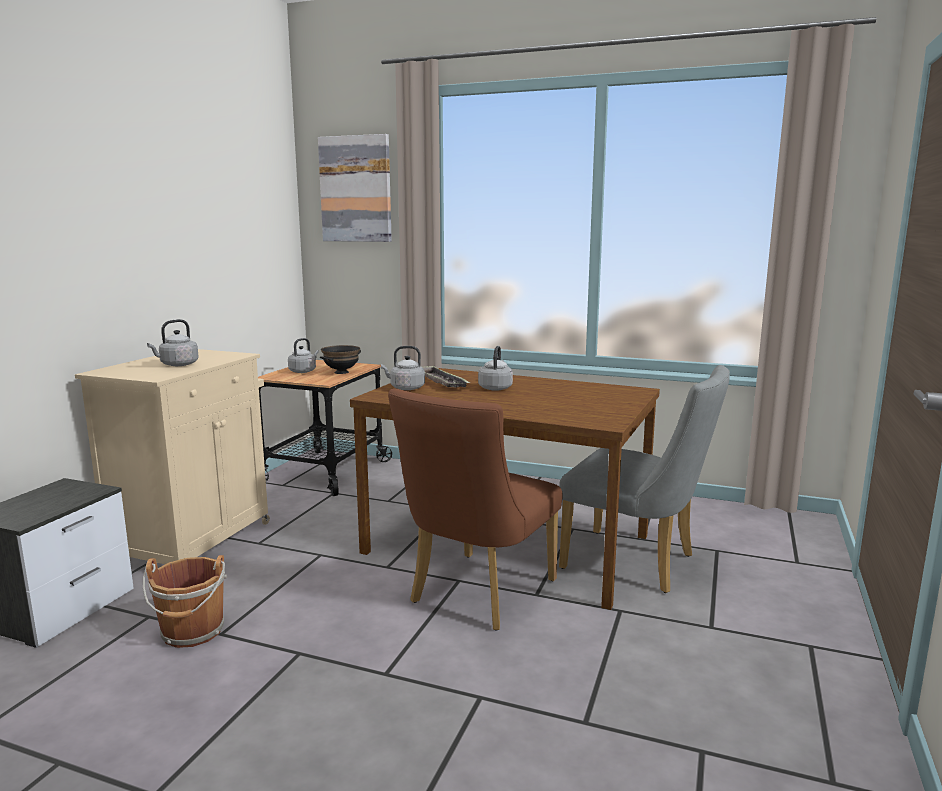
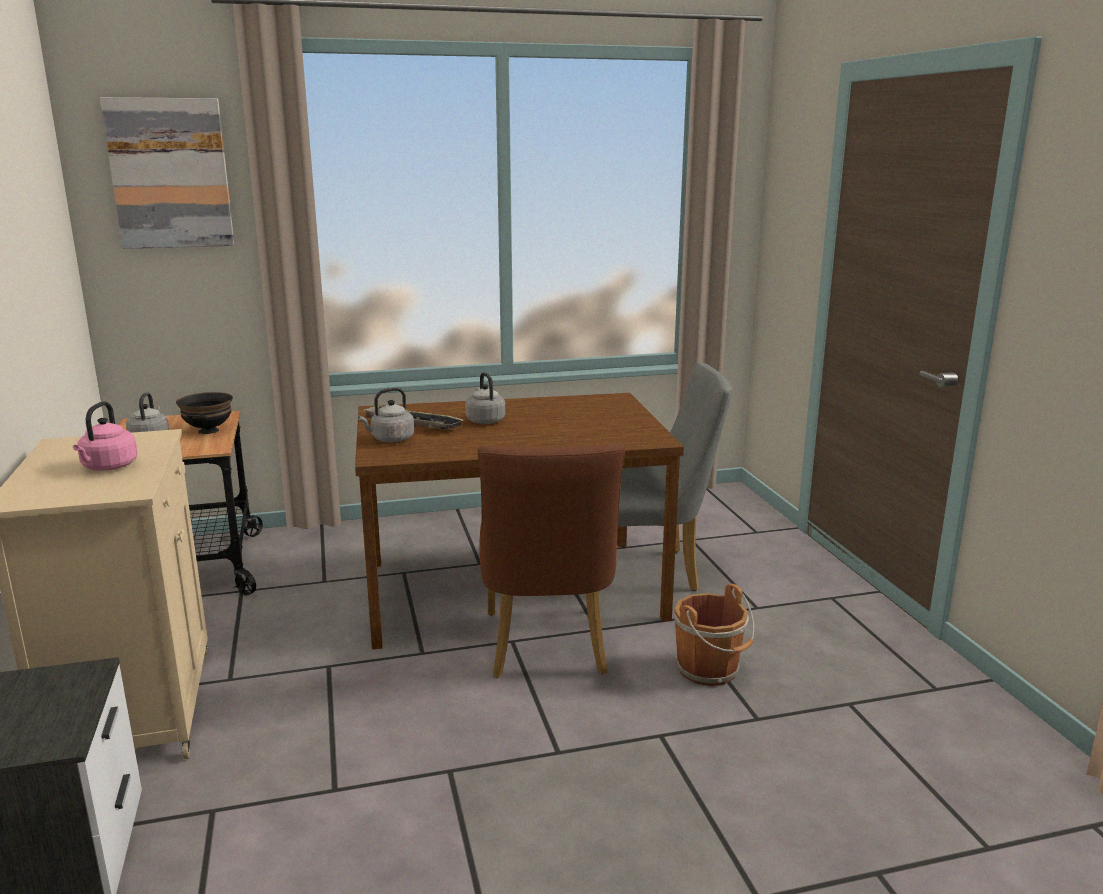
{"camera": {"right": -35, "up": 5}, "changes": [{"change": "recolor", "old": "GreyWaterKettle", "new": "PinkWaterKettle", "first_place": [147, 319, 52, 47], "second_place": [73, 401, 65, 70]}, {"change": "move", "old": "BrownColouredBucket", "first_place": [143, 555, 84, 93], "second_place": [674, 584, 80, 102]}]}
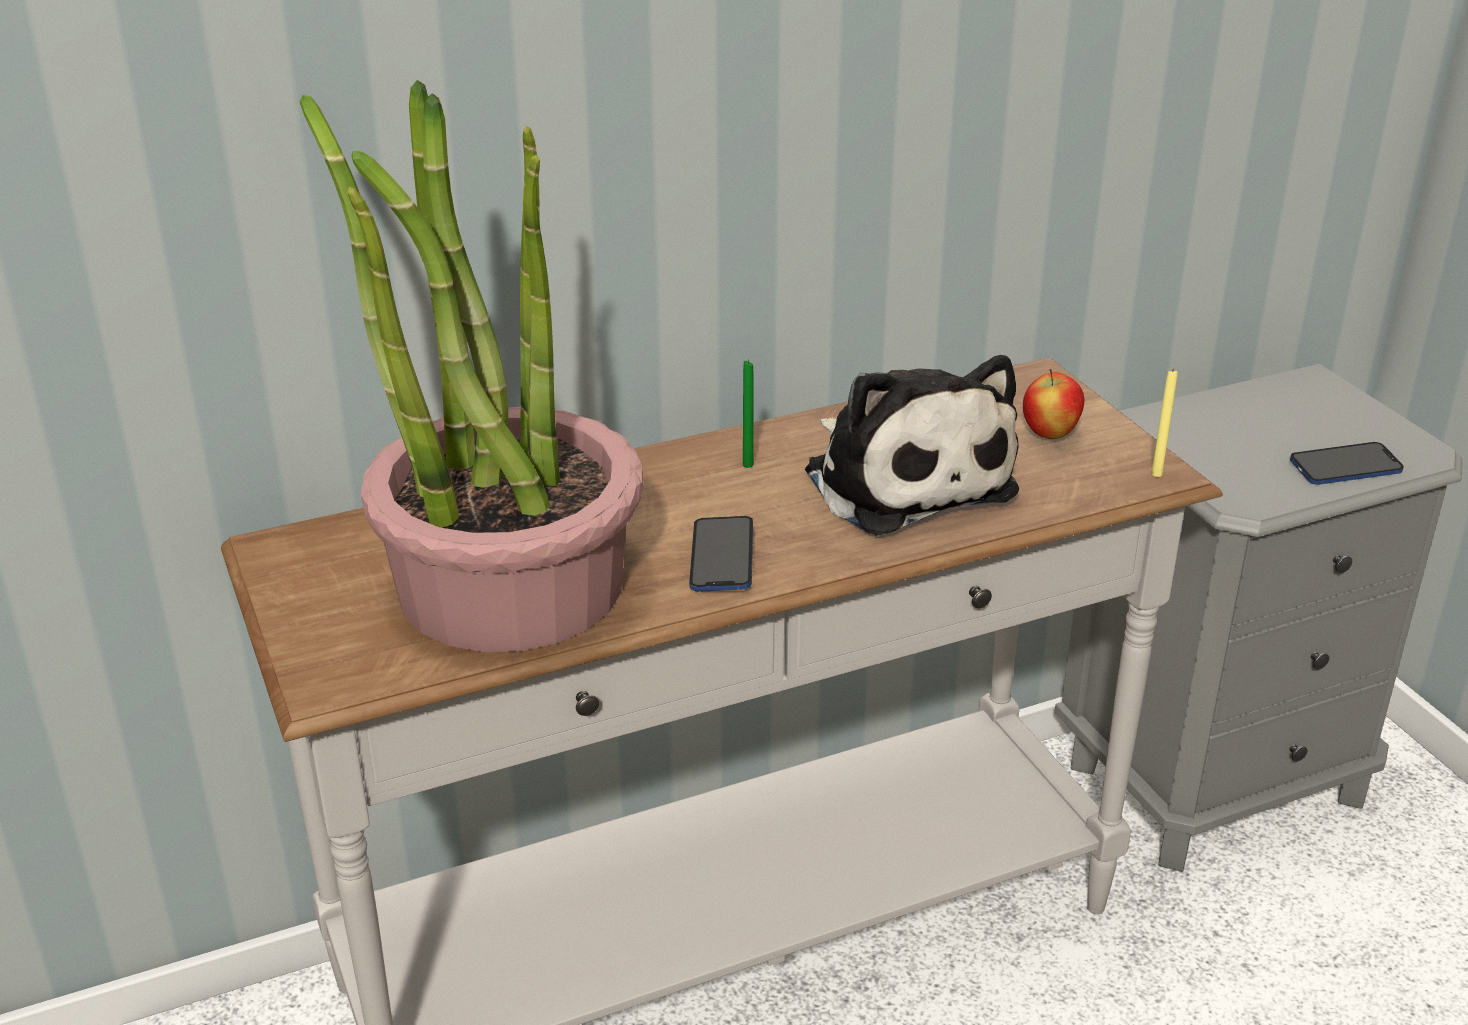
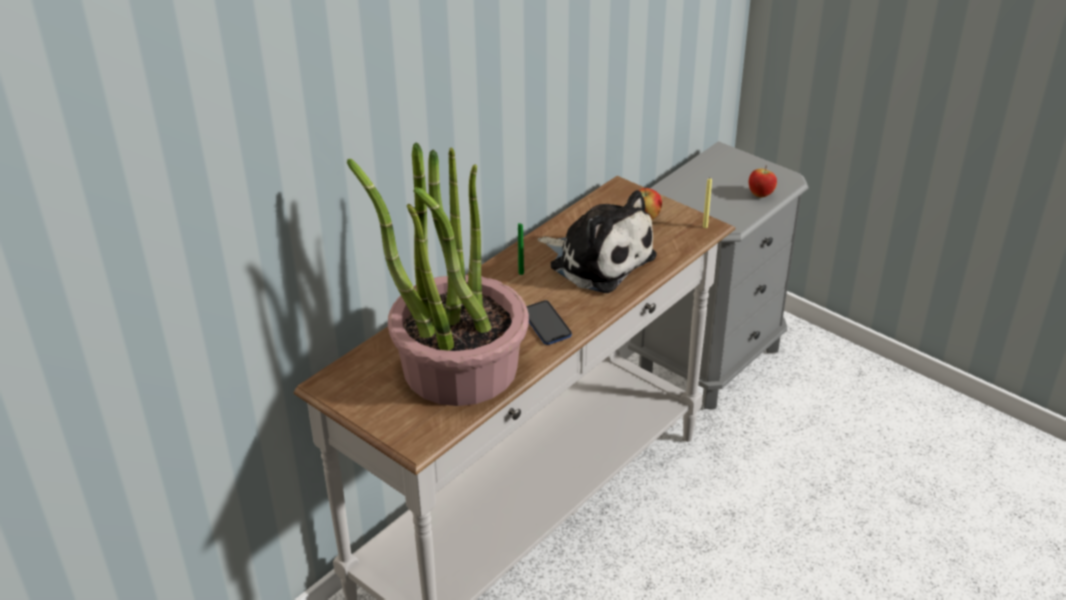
{"camera": {"right": -25, "up": 5}, "changes": [{"change": "replace", "old": "Phone", "new": "WholeApple", "first_place": [1290, 442, 114, 43], "second_place": [749, 165, 28, 32]}]}
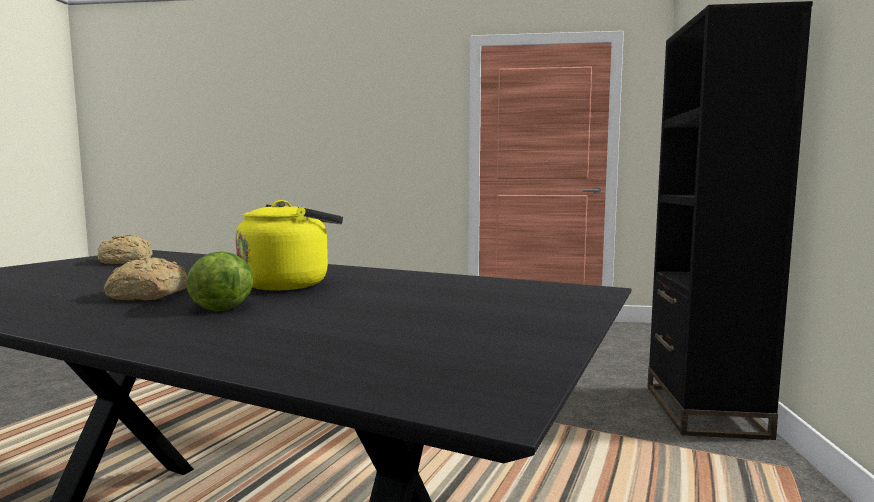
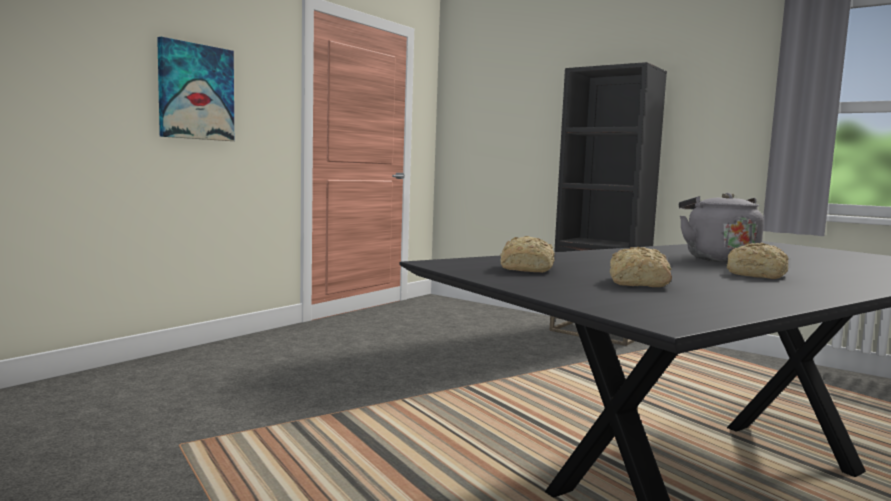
{"camera": {"right": -60, "up": 0}, "changes": [{"change": "recolor", "old": "YellowWaterKettle", "new": "GreyWaterKettle", "first_place": [236, 200, 107, 91], "second_place": [679, 193, 85, 69]}, {"change": "delete", "old": "Lettuce", "first_place": [186, 251, 67, 60]}, {"change": "insert", "new": "Picture", "second_place": [157, 37, 77, 104]}, {"change": "insert", "new": "BakeryBread", "second_place": [610, 247, 62, 40]}]}
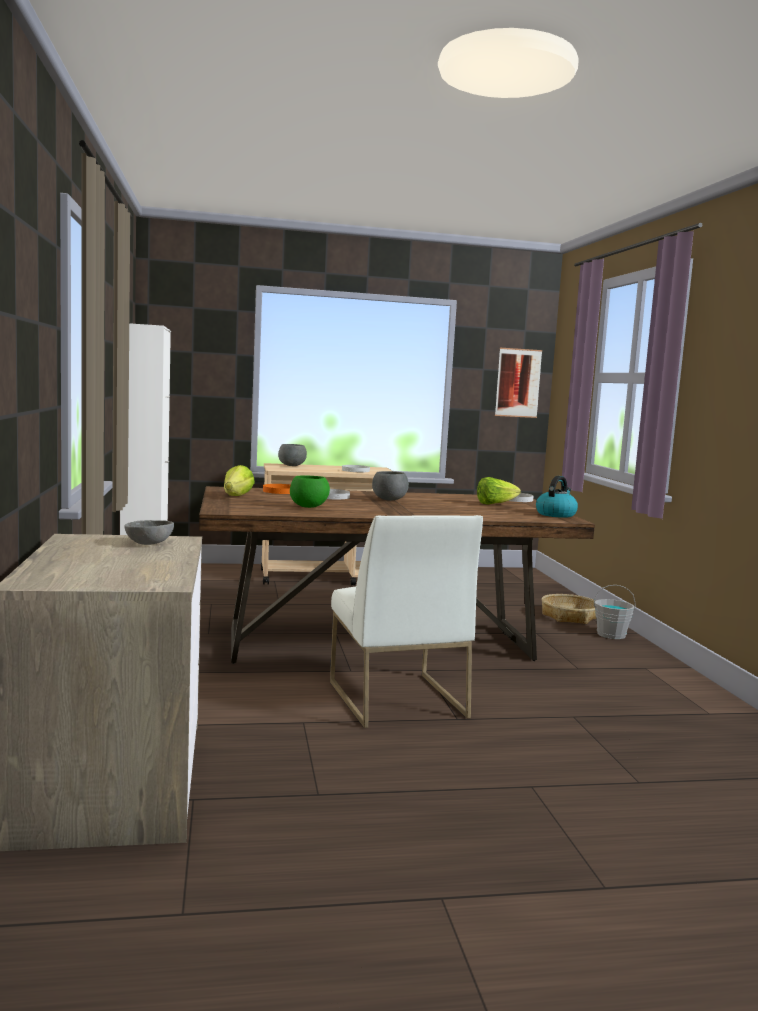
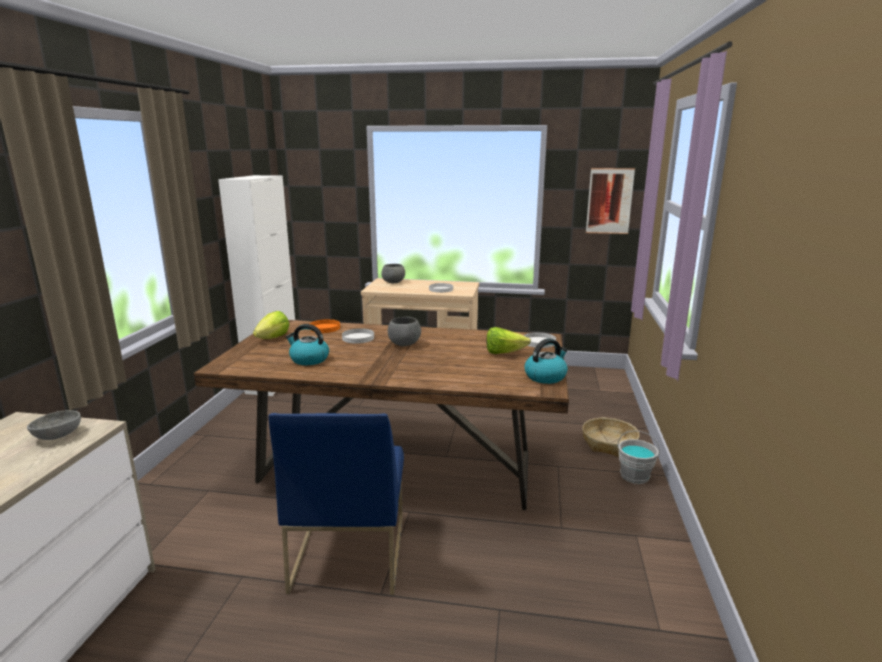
{"camera": {"right": 20, "up": 10}, "changes": [{"change": "replace", "old": "GreenBowl", "new": "WaterKettle", "first_place": [290, 475, 40, 33], "second_place": [286, 324, 43, 41]}, {"change": "recolor", "old": "WhiteChair", "new": "BluishChair", "first_place": [330, 515, 153, 213], "second_place": [268, 413, 136, 182]}]}
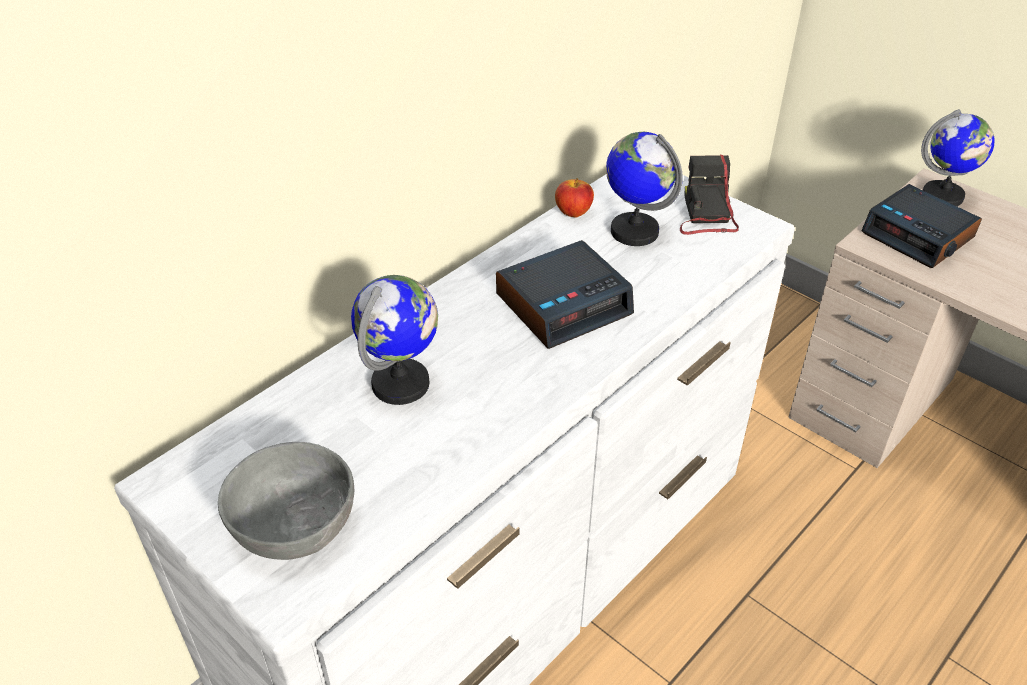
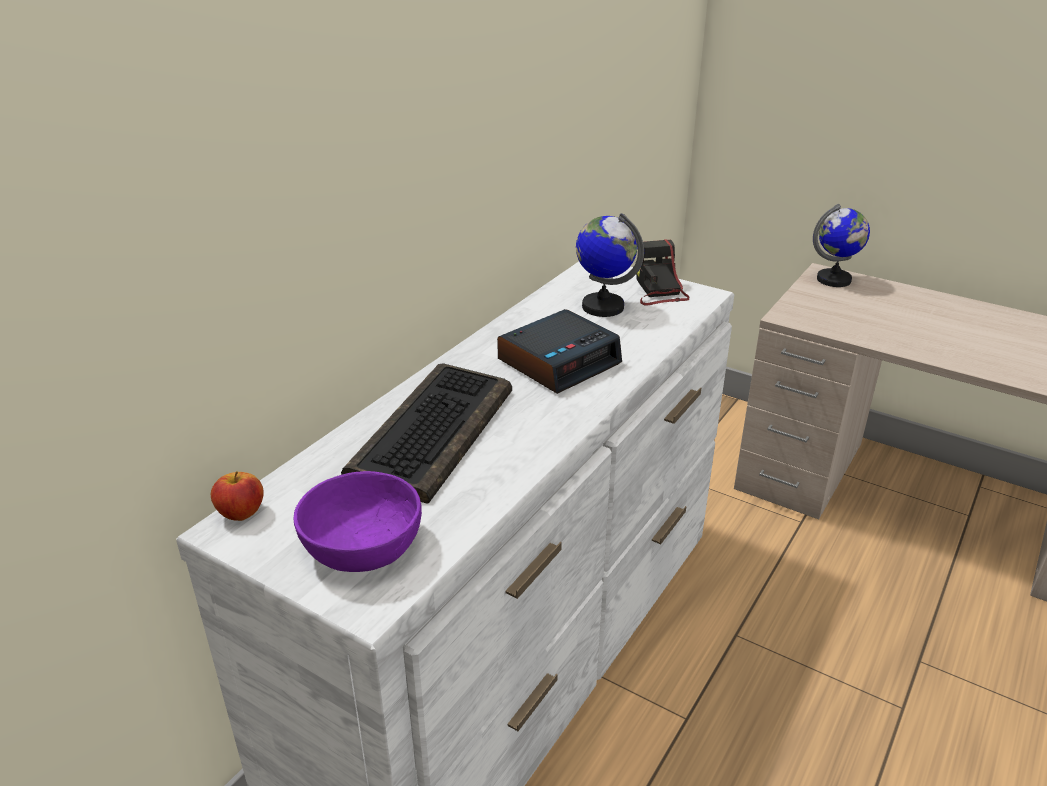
{"camera": {"right": -10, "up": -10}, "changes": [{"change": "move", "old": "WholeApple", "first_place": [555, 178, 39, 40], "second_place": [211, 471, 53, 50]}, {"change": "delete", "old": "AlarmClock", "first_place": [862, 184, 120, 84]}, {"change": "replace", "old": "WorldGlobe", "new": "ComputerKeyboard", "first_place": [351, 275, 87, 130], "second_place": [341, 363, 171, 141]}, {"change": "recolor", "old": "GreyBowl", "new": "PurpleBowl", "first_place": [218, 442, 136, 118], "second_place": [293, 471, 129, 101]}]}
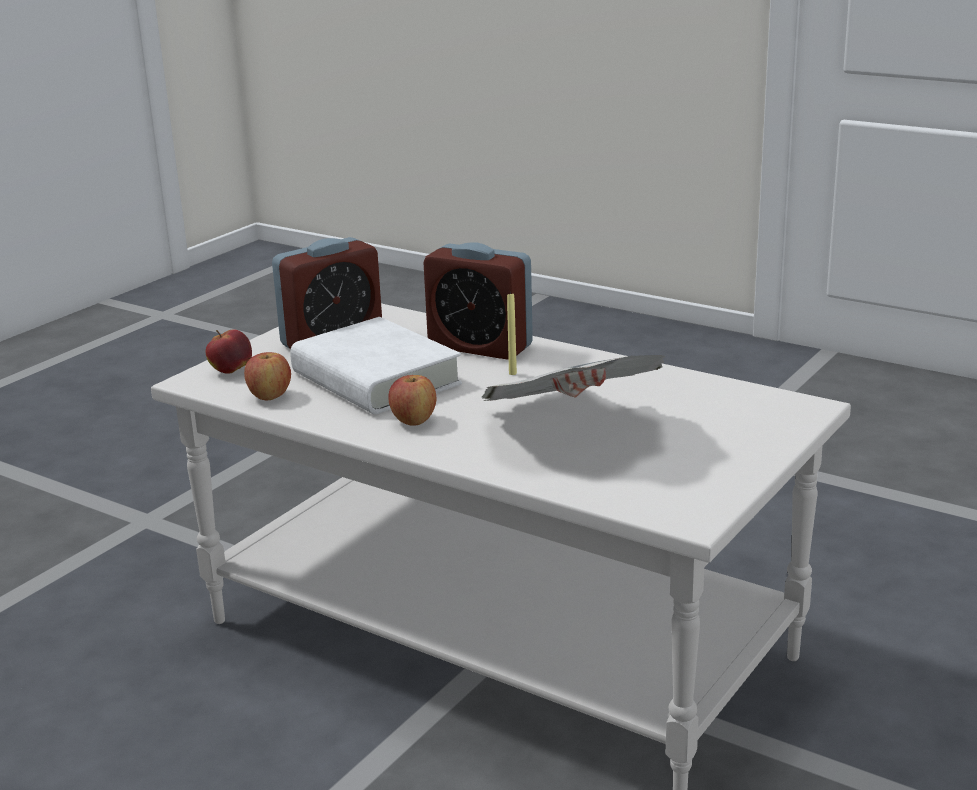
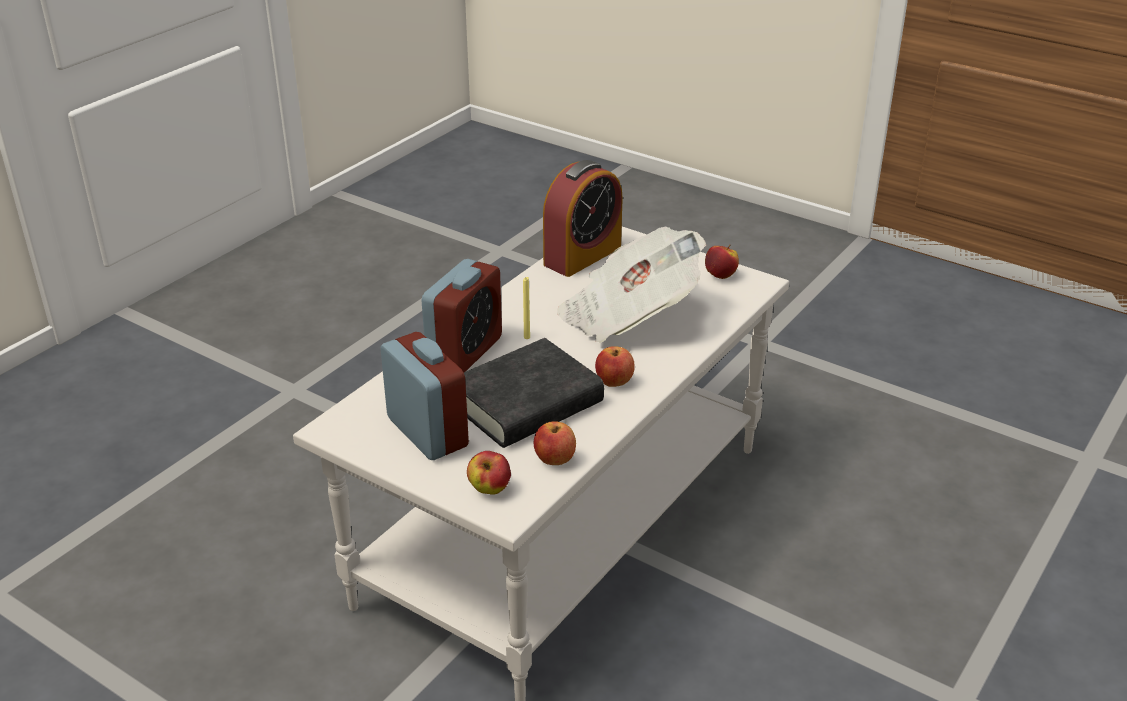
{"camera": {"right": -90, "up": 10}, "changes": [{"change": "recolor", "old": "WhiteBoundBook", "new": "BlackishBoundBook", "first_place": [290, 317, 172, 97], "second_place": [464, 338, 140, 110]}, {"change": "insert", "new": "AlarmClock", "second_place": [543, 160, 80, 117]}, {"change": "insert", "new": "WholeApple", "second_place": [705, 245, 34, 34]}]}
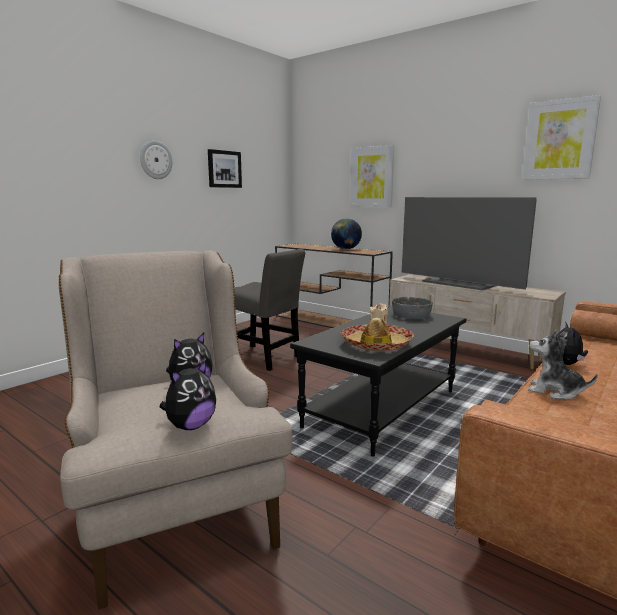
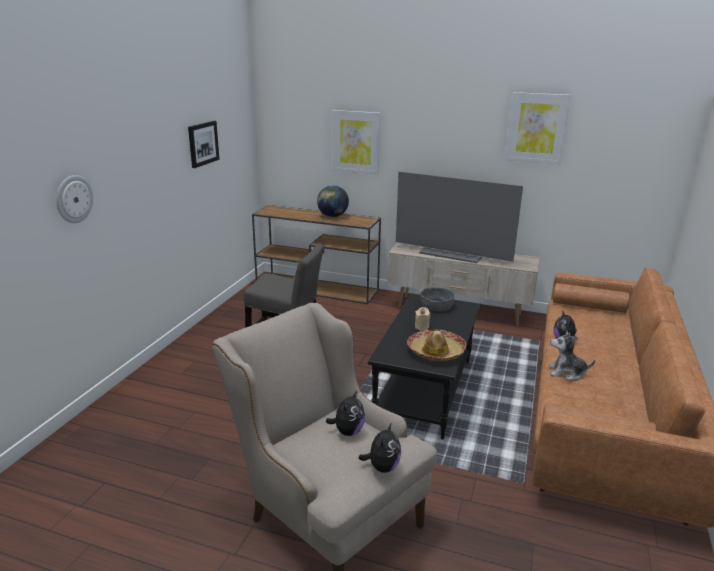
{"camera": {"right": -20, "up": 10}, "changes": [{"change": "move", "old": "WallClock", "first_place": [140, 141, 32, 38], "second_place": [56, 175, 37, 48]}]}
